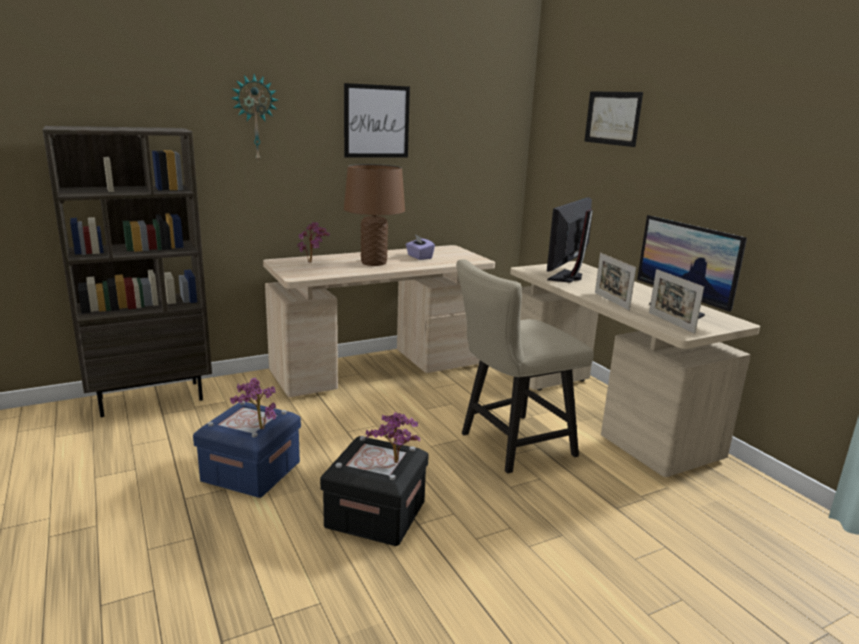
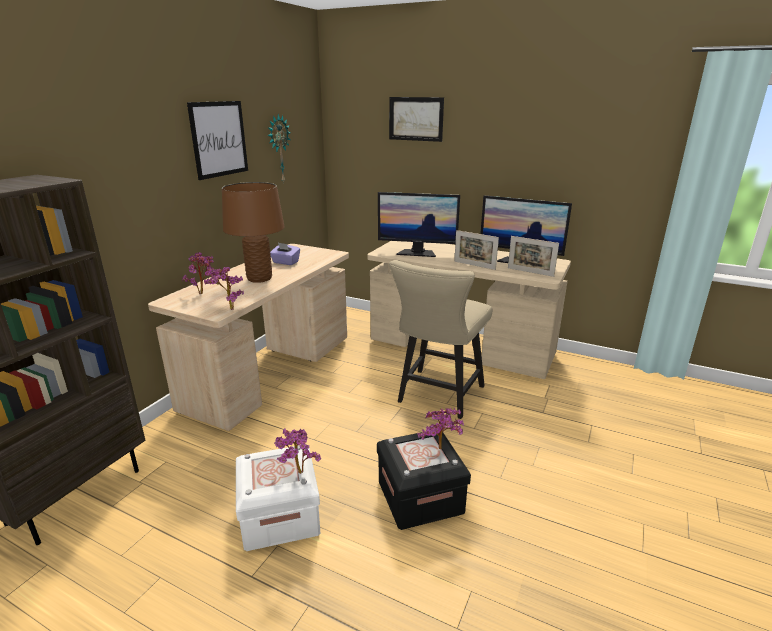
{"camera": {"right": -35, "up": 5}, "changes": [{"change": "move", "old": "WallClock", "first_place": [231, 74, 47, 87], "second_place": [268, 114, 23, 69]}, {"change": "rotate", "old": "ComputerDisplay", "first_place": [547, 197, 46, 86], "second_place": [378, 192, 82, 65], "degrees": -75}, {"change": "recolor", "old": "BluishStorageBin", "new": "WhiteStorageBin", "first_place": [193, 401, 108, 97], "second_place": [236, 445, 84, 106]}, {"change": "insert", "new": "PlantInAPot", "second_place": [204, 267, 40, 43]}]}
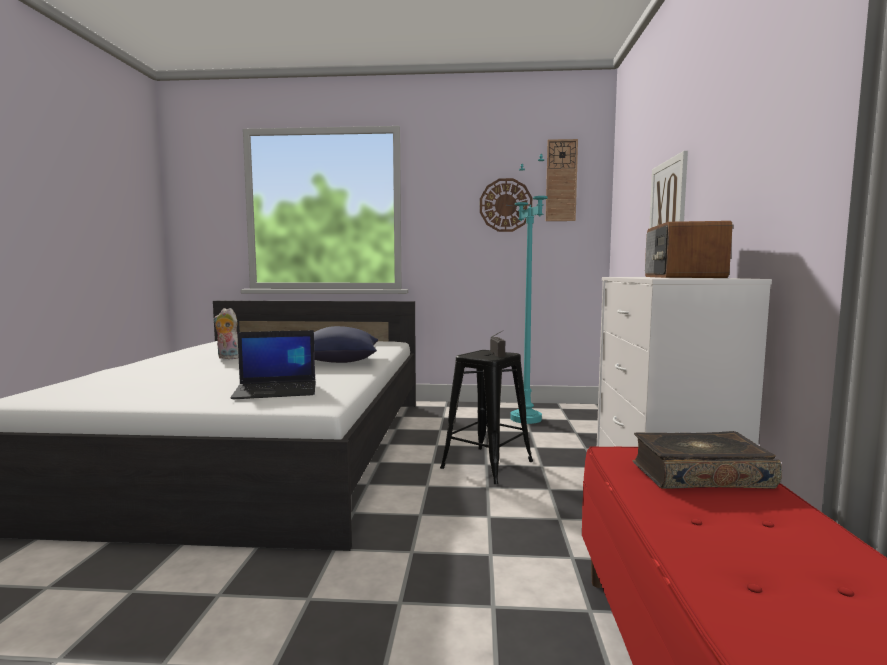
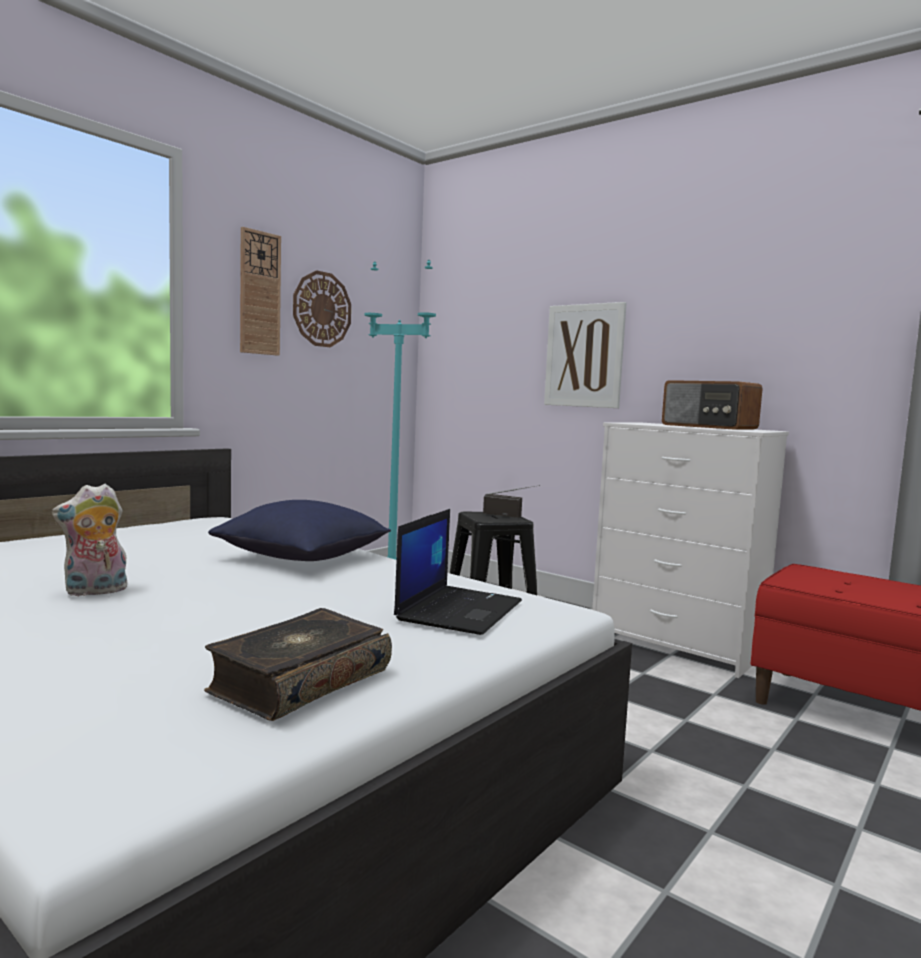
{"camera": {"right": -55, "up": 0}, "changes": [{"change": "move", "old": "WallClock", "first_place": [546, 139, 32, 82], "second_place": [240, 227, 41, 129]}, {"change": "move", "old": "BoundBook", "first_place": [633, 431, 149, 58], "second_place": [204, 608, 188, 113]}]}
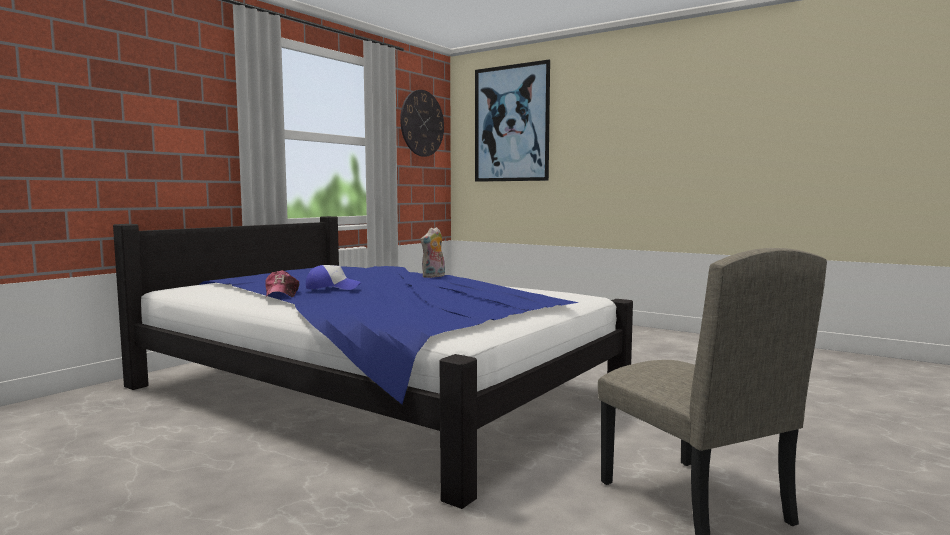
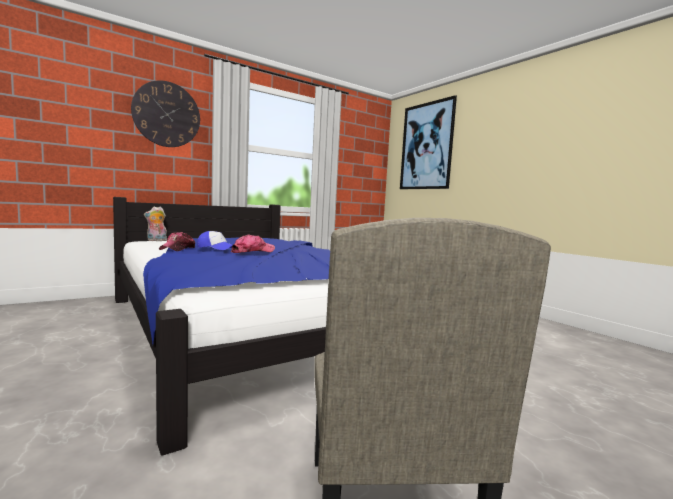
{"camera": {"right": 20, "up": 0}, "changes": [{"change": "move", "old": "WallClock", "first_place": [400, 90, 44, 67], "second_place": [131, 80, 69, 67]}, {"change": "move", "old": "CuddlyToy", "first_place": [420, 227, 25, 51], "second_place": [144, 207, 23, 34]}, {"change": "insert", "new": "PeakedCap", "second_place": [231, 234, 44, 19]}]}
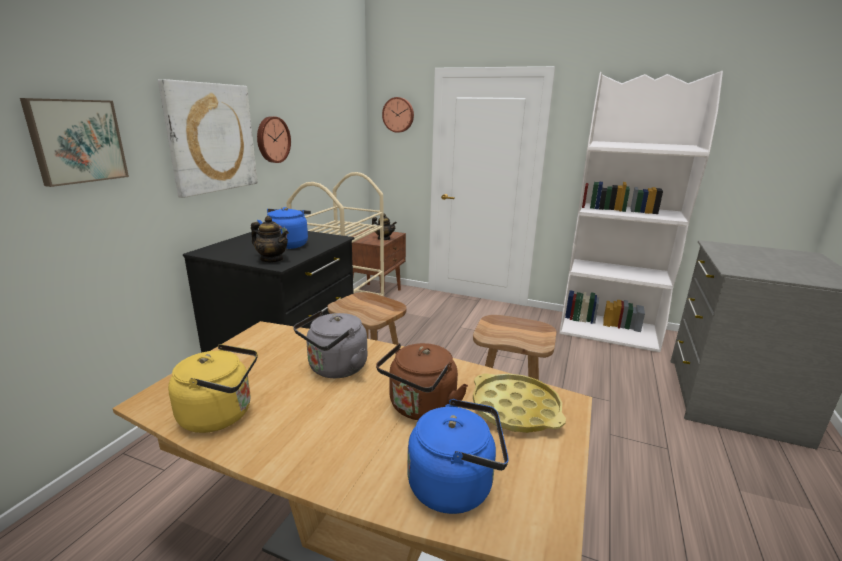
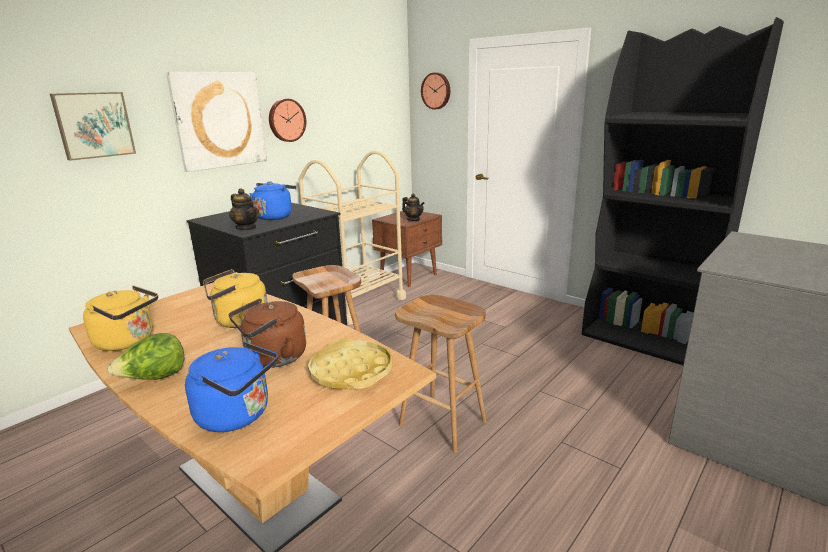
{"camera": {"right": 20, "up": 0}, "changes": [{"change": "recolor", "old": "WhiteShelvingUnit", "new": "BlackishShelvingUnit", "first_place": [559, 71, 164, 282], "second_place": [581, 17, 203, 348]}, {"change": "recolor", "old": "GreyWaterKettle", "new": "YellowWaterKettle", "first_place": [293, 311, 74, 67], "second_place": [203, 269, 64, 59]}, {"change": "insert", "new": "Lettuce", "second_place": [108, 333, 77, 47]}]}
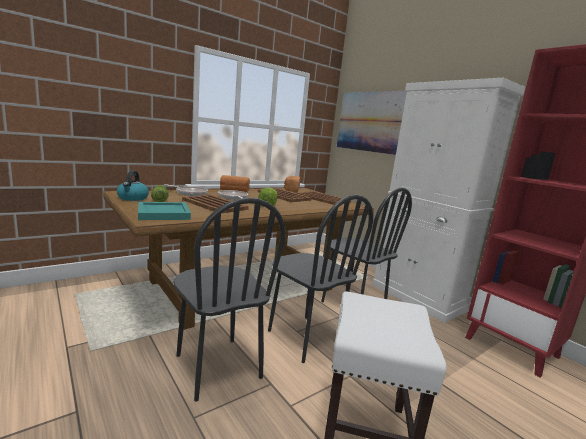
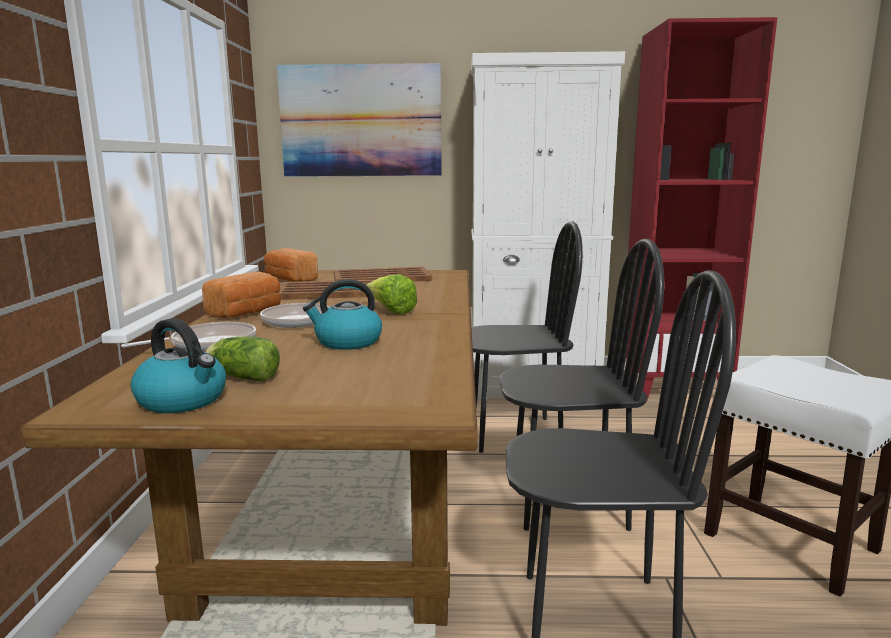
{"camera": {"right": -50, "up": 0}, "changes": [{"change": "replace", "old": "BrownColouredTray", "new": "WaterKettle", "first_place": [182, 194, 67, 19], "second_place": [303, 279, 79, 71]}, {"change": "delete", "old": "TurquoiseColouredTray", "first_place": [138, 202, 53, 18]}]}
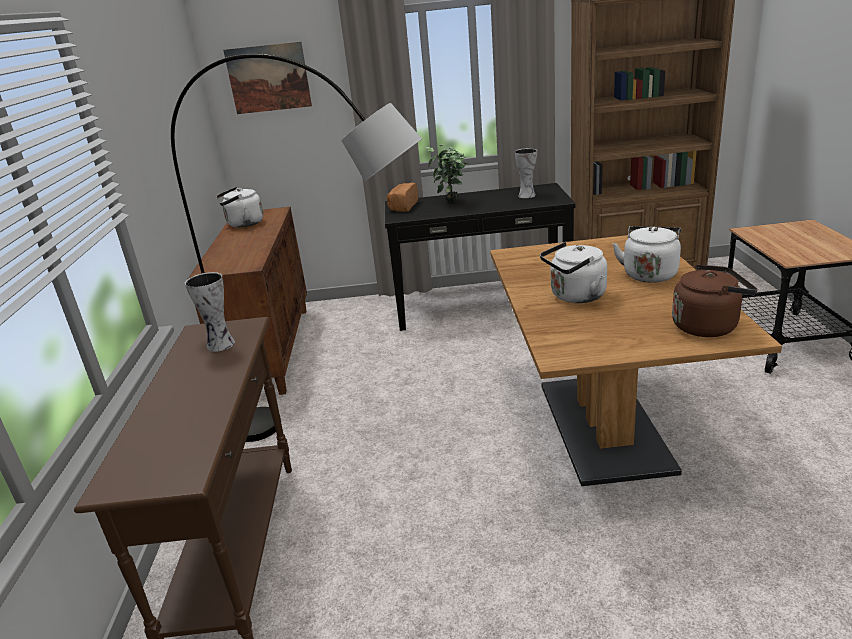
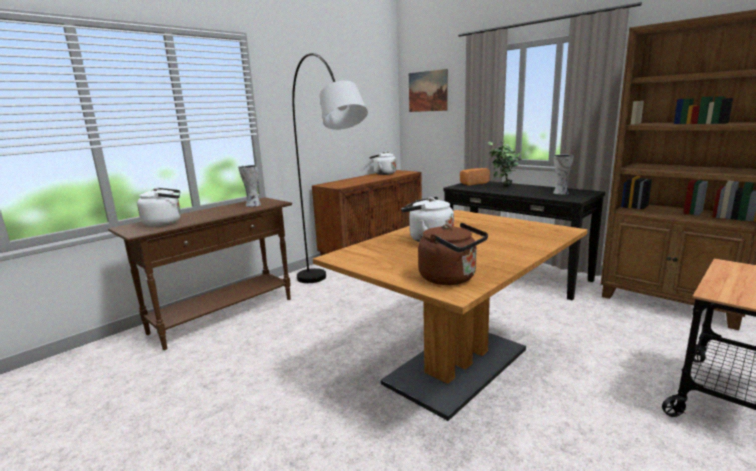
{"camera": {"right": 45, "up": -10}, "changes": [{"change": "move", "old": "WhiteWaterKettle", "first_place": [612, 226, 69, 57], "second_place": [137, 188, 44, 38]}]}
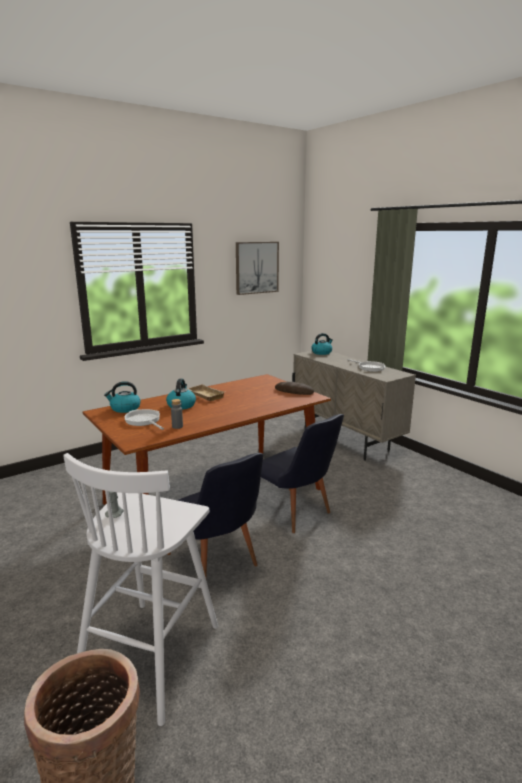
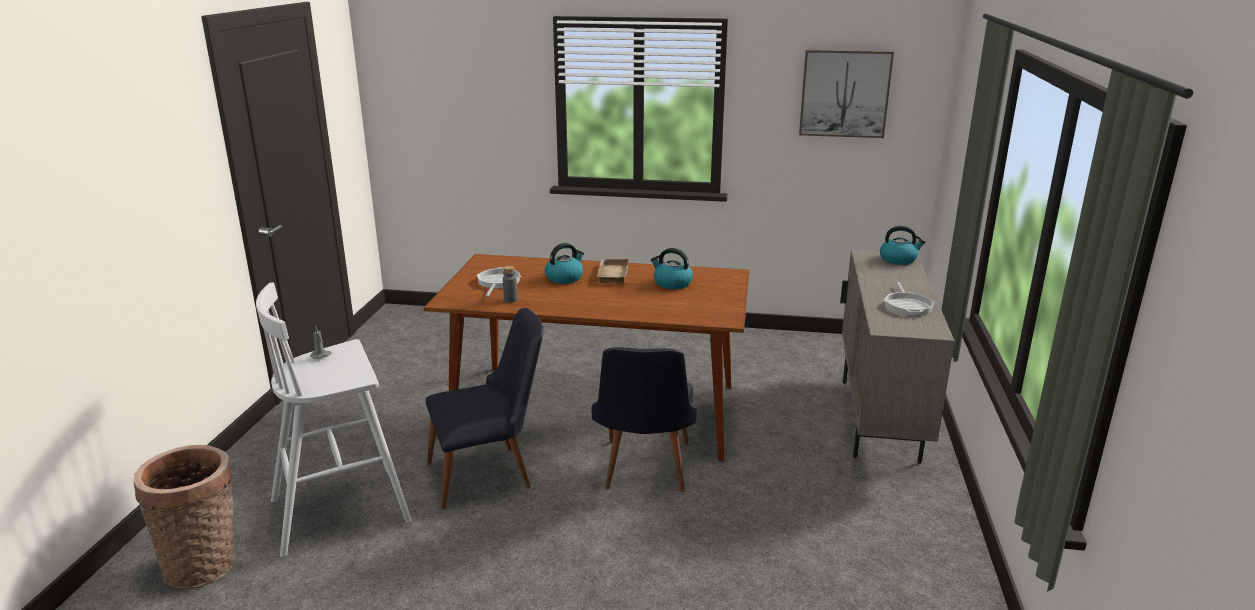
{"camera": {"right": 45, "up": 5}, "changes": [{"change": "move", "old": "WaterKettle", "first_place": [104, 381, 37, 32], "second_place": [650, 248, 43, 41]}, {"change": "delete", "old": "BakeryBread", "first_place": [275, 382, 39, 13]}, {"change": "rotate", "old": "BlackishChair", "first_place": [167, 453, 96, 124], "second_place": [426, 308, 117, 202], "degrees": -120}]}
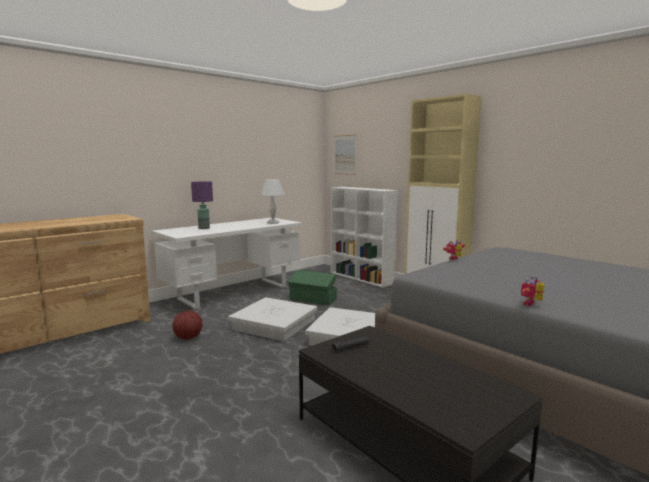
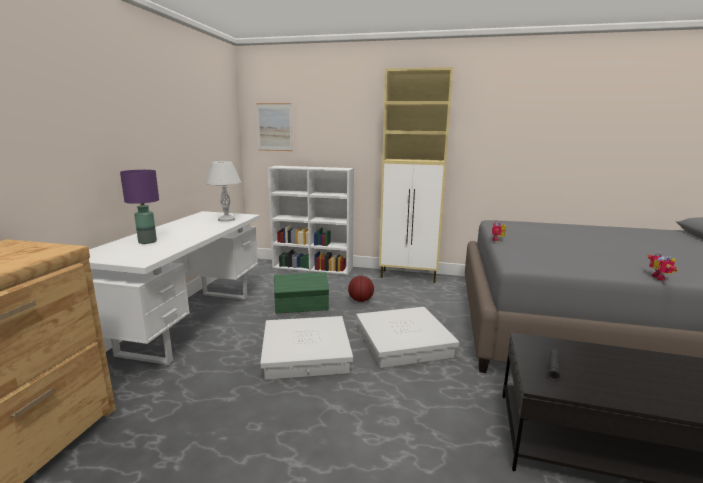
{"camera": {"right": -35, "up": 5}, "changes": [{"change": "move", "old": "Basketball", "first_place": [172, 311, 30, 29], "second_place": [348, 276, 26, 26]}]}
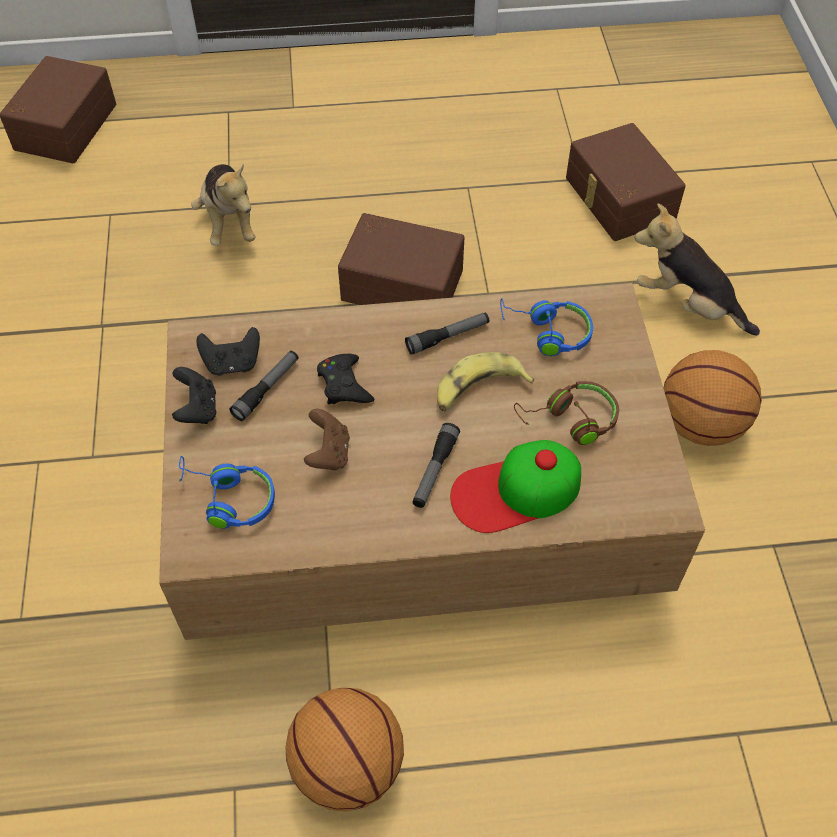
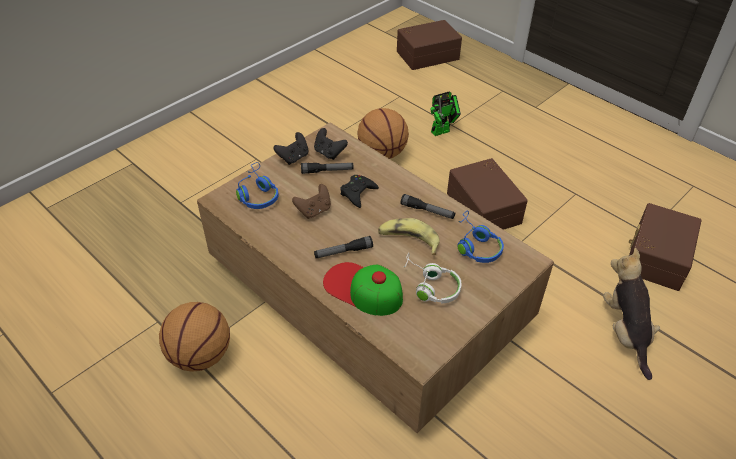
{"camera": {"right": 50, "up": -10}, "changes": [{"change": "replace", "old": "CuddlyToy", "new": "RobotFigure", "first_place": [191, 164, 64, 82], "second_place": [431, 92, 30, 44]}, {"change": "move", "old": "Basketball", "first_place": [664, 350, 98, 96], "second_place": [357, 108, 52, 51]}, {"change": "recolor", "old": "BrownColouredHeadset", "new": "WhiteHeadset", "first_place": [514, 381, 105, 64], "second_place": [404, 253, 58, 51]}]}
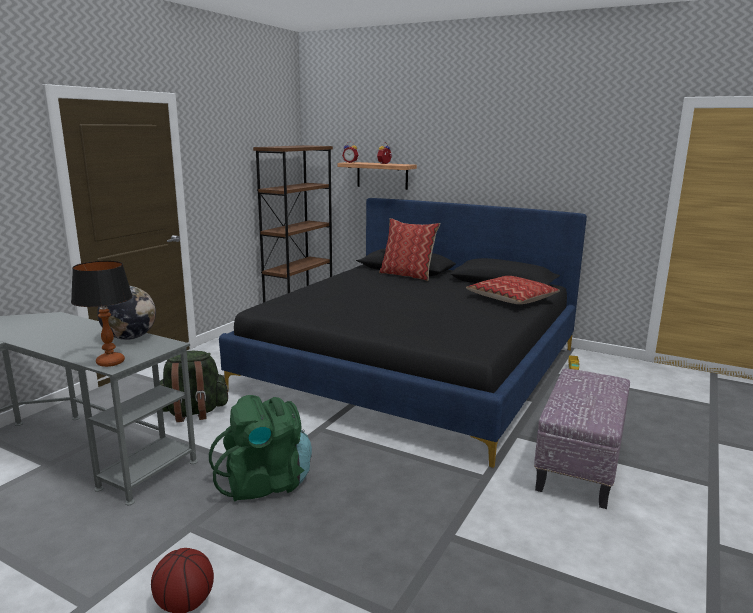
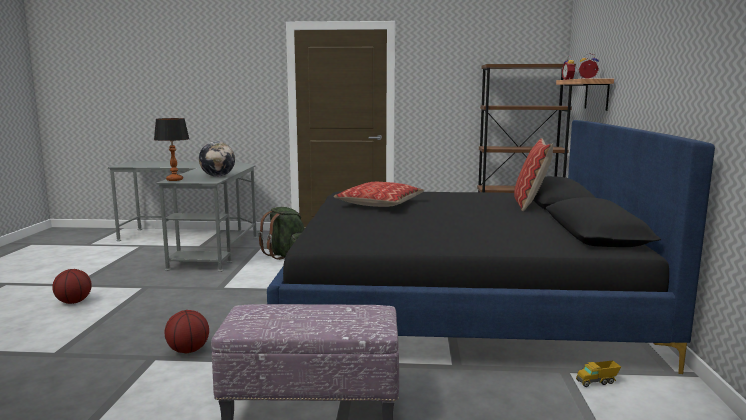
{"camera": {"right": 65, "up": -5}, "changes": [{"change": "move", "old": "Pillow", "first_place": [466, 276, 94, 28], "second_place": [334, 182, 90, 25]}, {"change": "delete", "old": "GreenRucksack", "first_place": [209, 395, 103, 107]}, {"change": "insert", "new": "Basketball", "second_place": [165, 310, 44, 43]}]}
